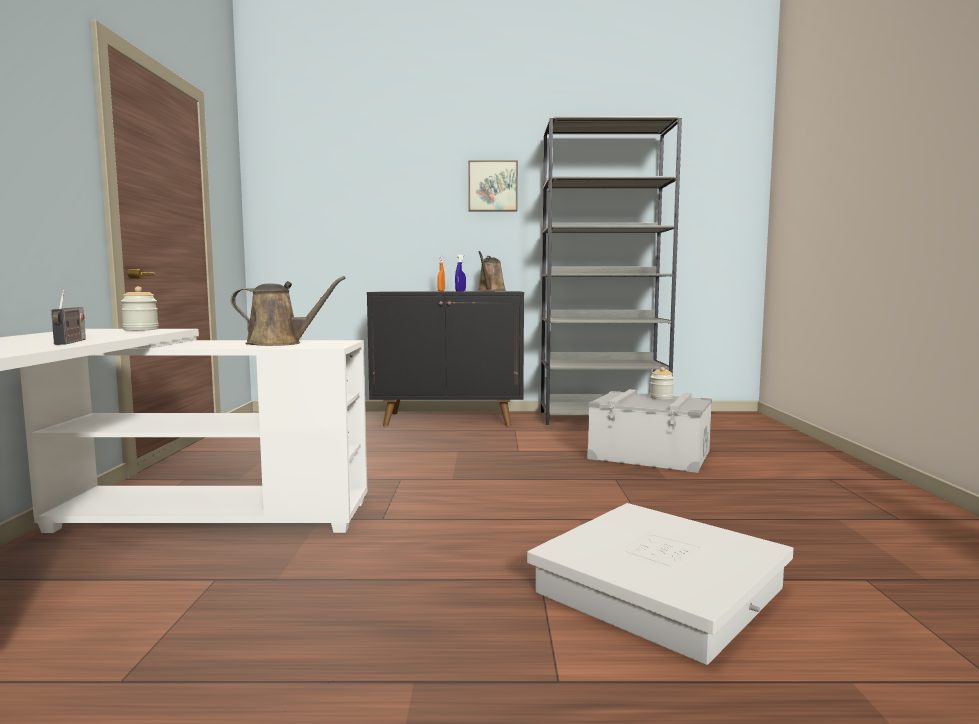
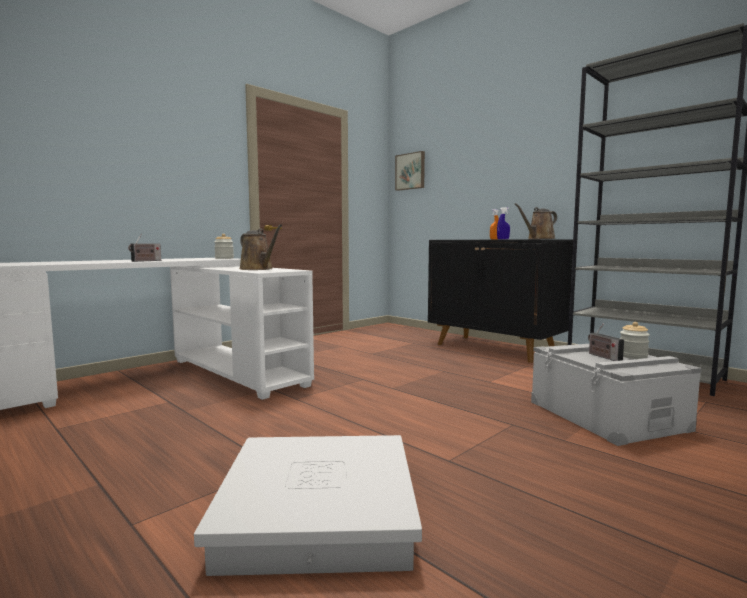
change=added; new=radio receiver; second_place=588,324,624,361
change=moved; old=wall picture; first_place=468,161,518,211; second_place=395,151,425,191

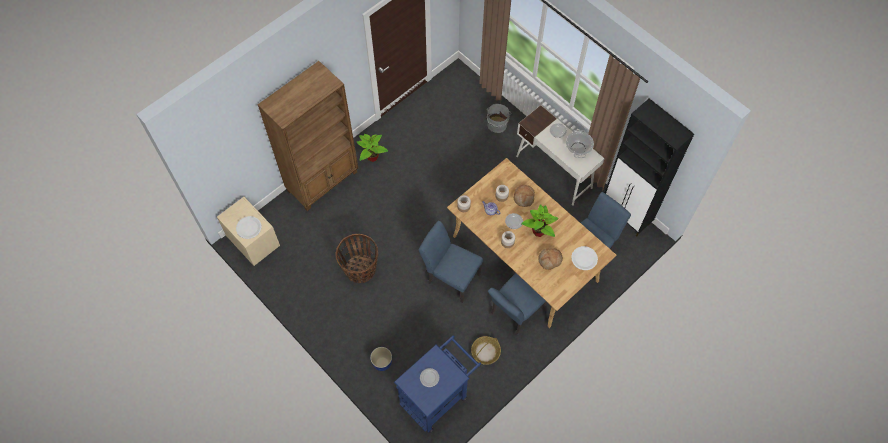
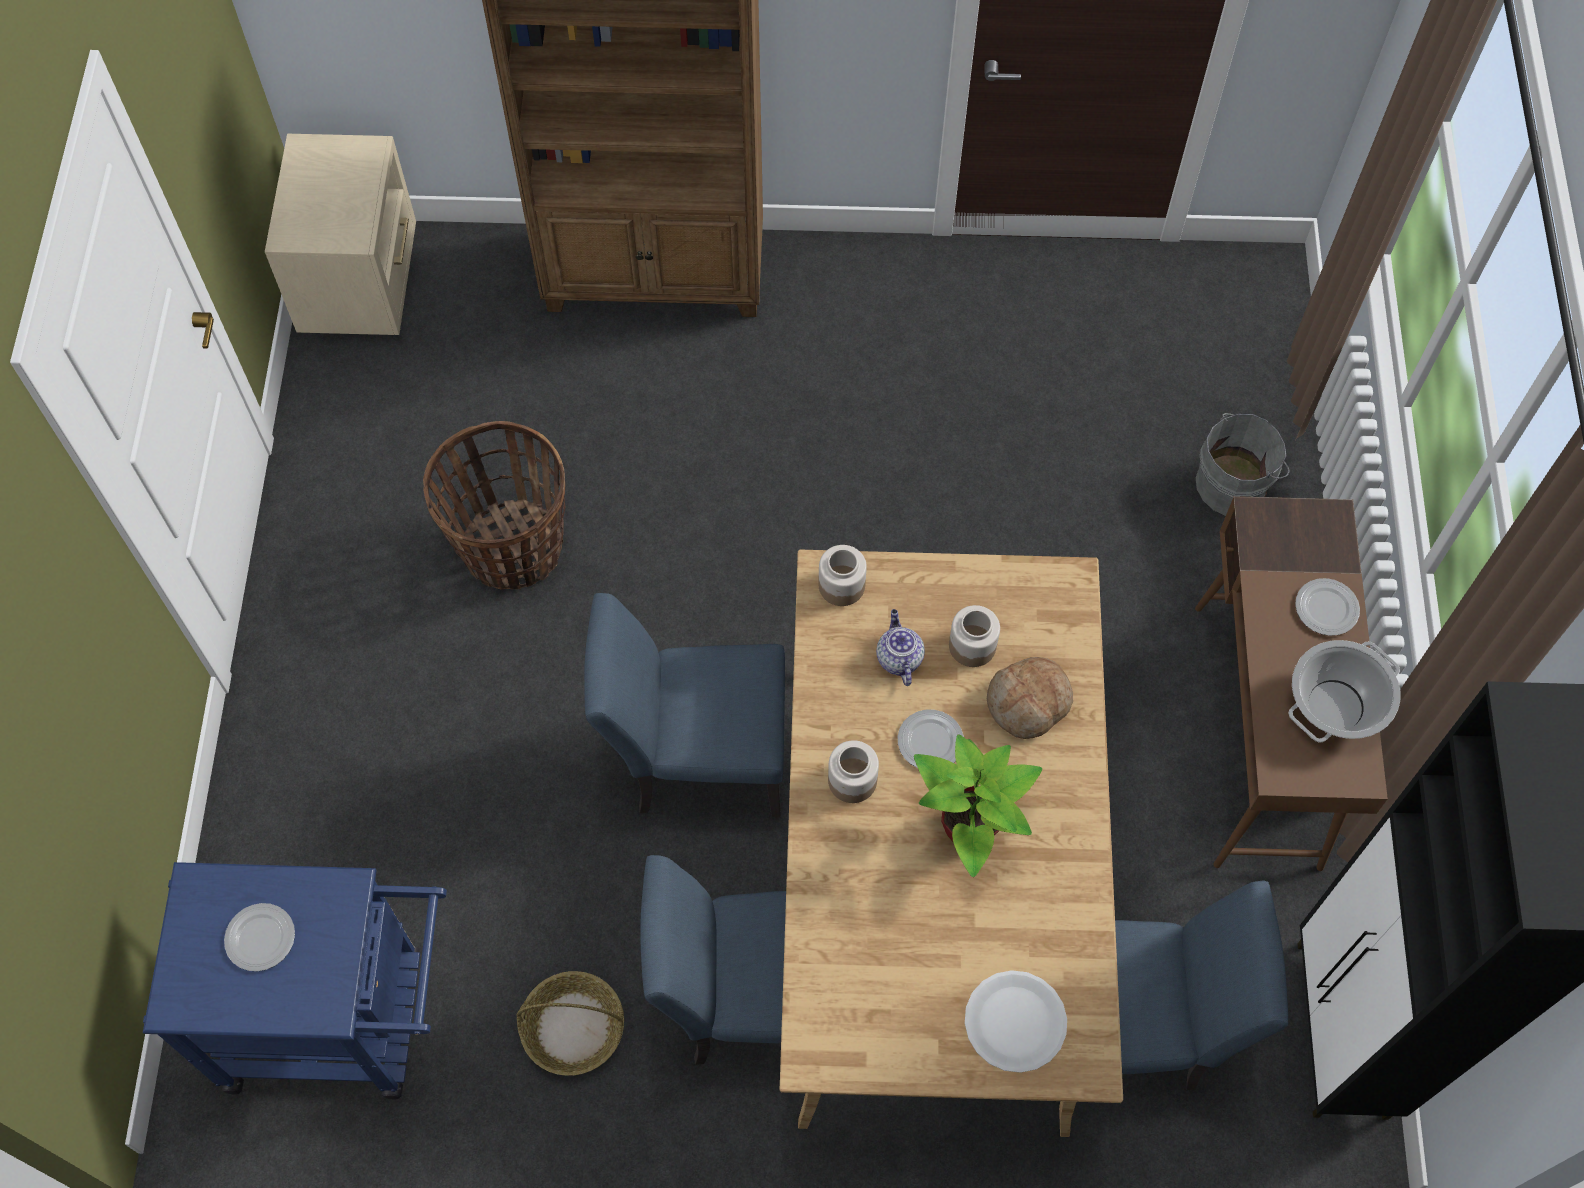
change=removed; old=white-coloured flat dish; first_place=236,216,262,239
change=removed; old=plant in a pot; first_place=357,134,388,162
change=removed; old=flower pot; first_place=370,347,392,371
change=removed; old=bakery bread; first_place=538,248,563,270
change=recoloured; old=white-coloured desk; new=brown desk; first_place=516,105,605,206; second_place=1195,496,1388,871
change=turned; old=blue-coloured upright chair; first_place=419,221,483,303; second_place=584,593,785,818; degrees=-75

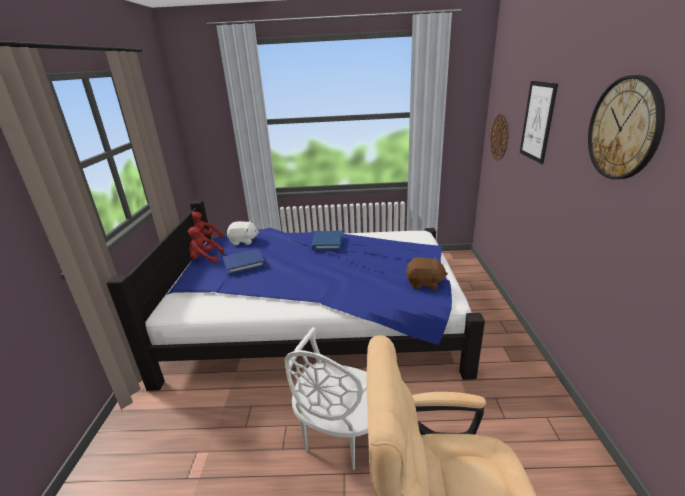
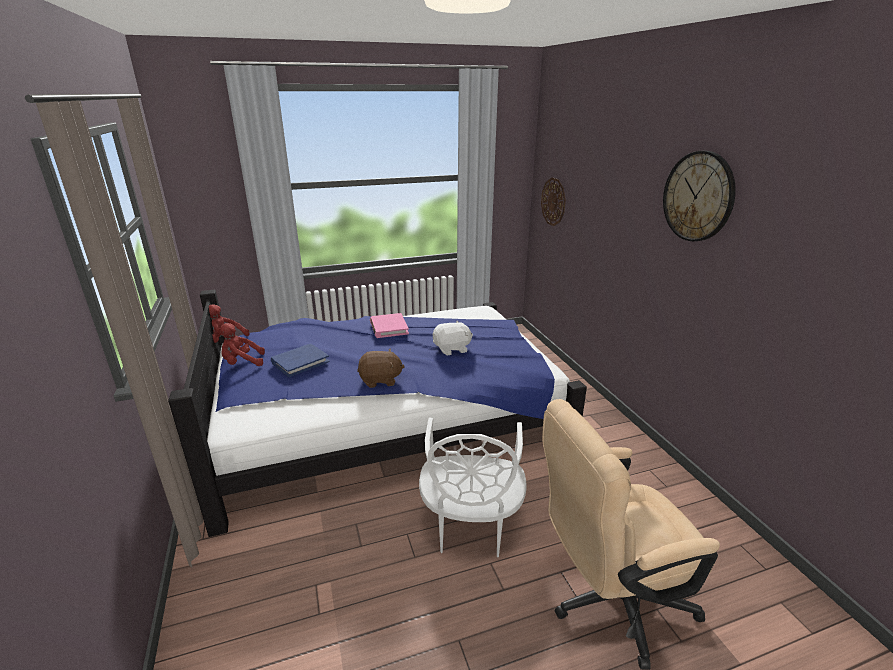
change=removed; old=wall picture; first_place=520,81,558,164
change=moved; old=white-coloured plush toy; first_place=227,220,259,245; second_place=433,321,473,356
change=moved; old=brown plush toy; first_place=405,257,448,290; second_place=357,349,405,388
change=recoloured; old=blue-coloured volume; new=pinkish volume; first_place=311,231,342,250; second_place=370,313,409,338

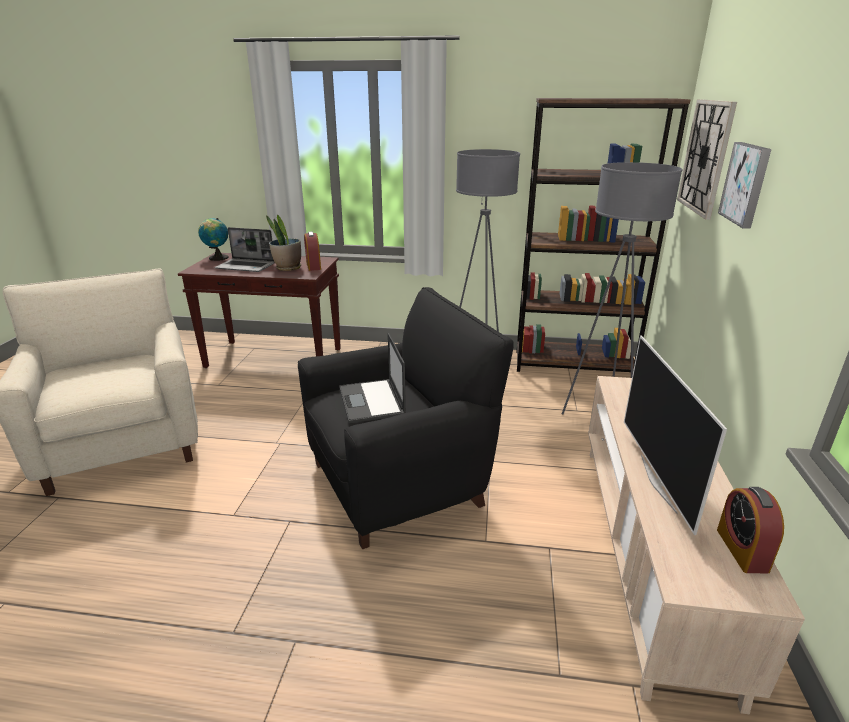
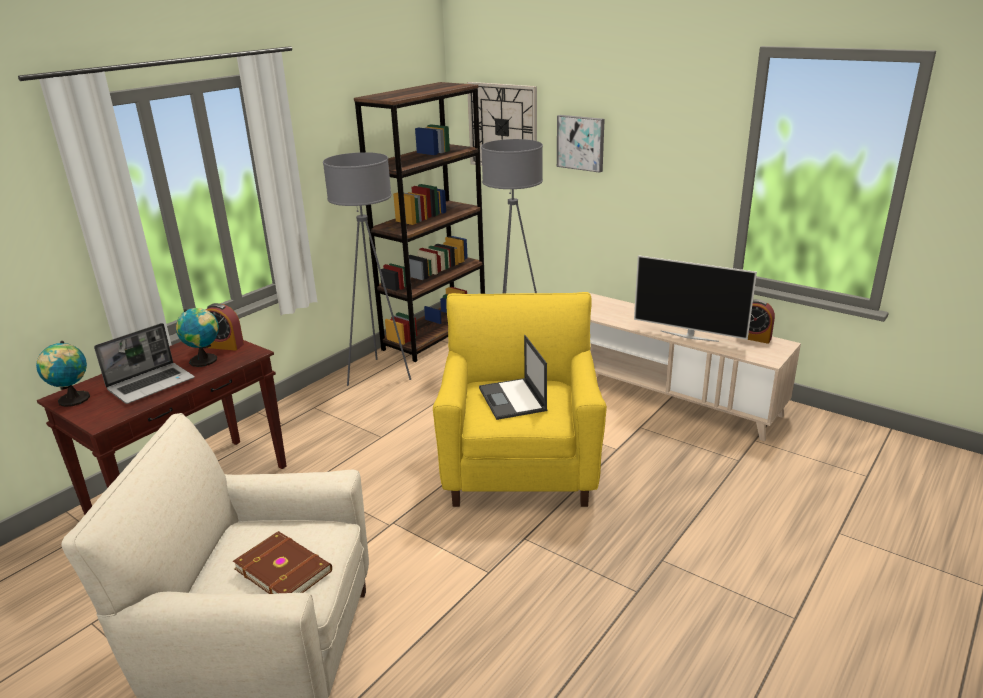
change=added; new=brown volume; second_place=233,531,332,594
change=replaced; old=plant in a pot; new=desk globe; first_place=266,215,301,271; second_place=176,308,219,367
change=recoloured; old=black lounge chair; new=yellow lounge chair; first_place=298,287,514,549; second_place=433,292,607,507
change=turned; old=notebook computer; first_place=339,333,406,423; second_place=479,335,548,420; degrees=60

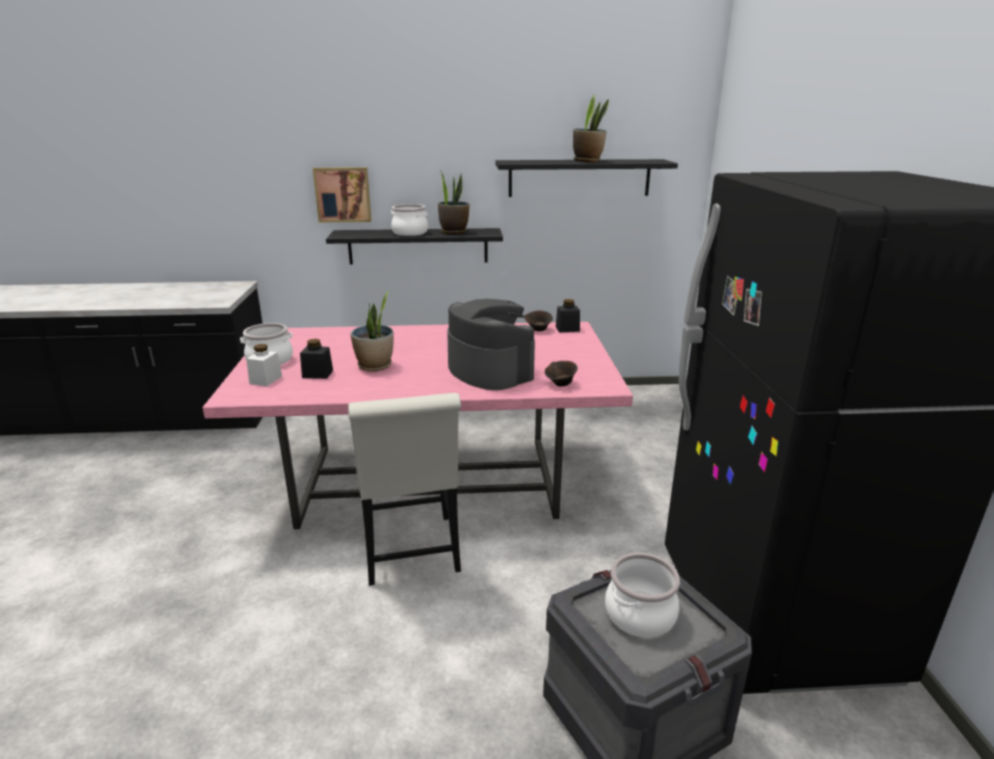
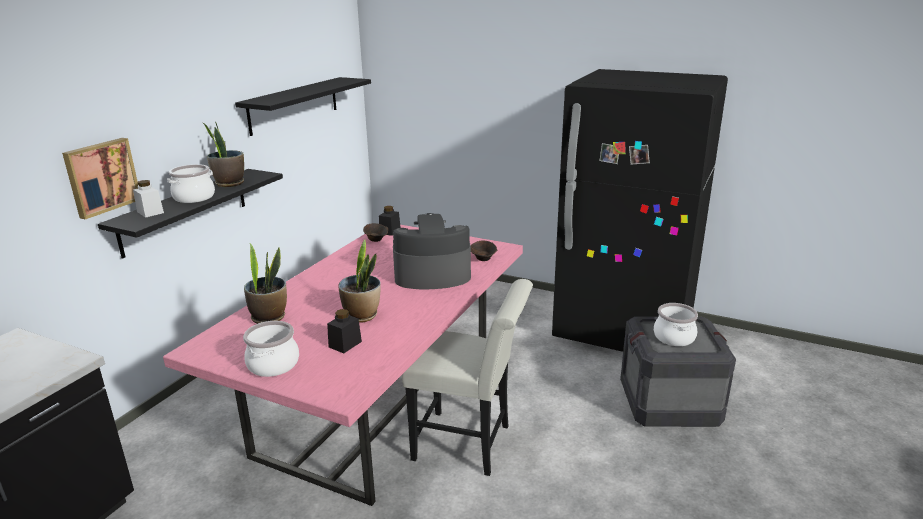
change=moved; old=white-coloured jar; first_place=246,344,282,386; second_place=133,180,164,218
change=moved; old=plant in a pot; first_place=573,95,609,162; second_place=244,243,287,324

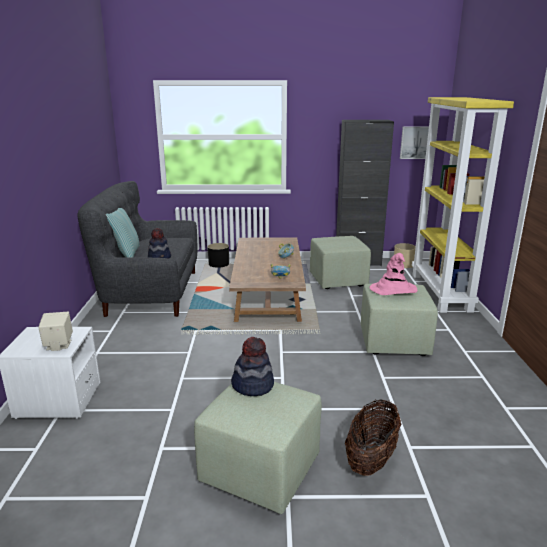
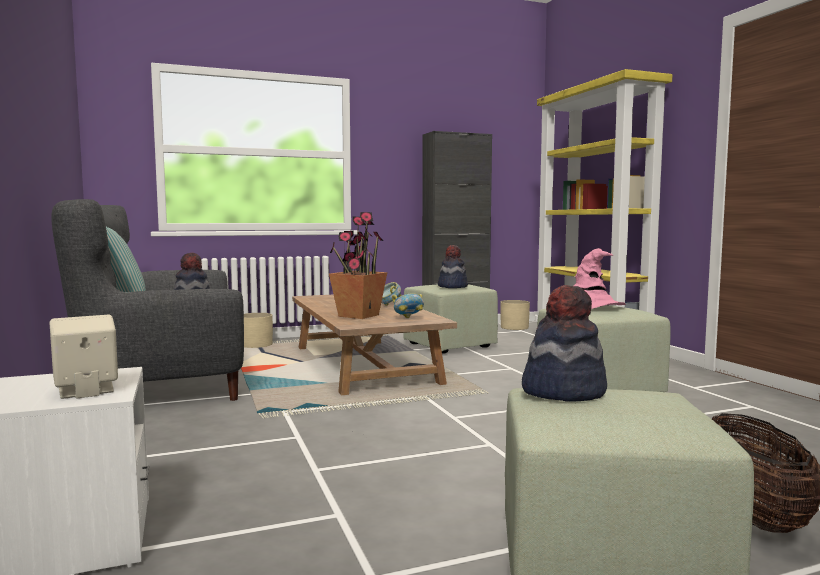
change=removed; old=wall picture; first_place=400,127,429,159
change=added; new=plant in a pot; second_place=329,212,388,319
change=added; new=clothing hat; second_place=438,245,468,288
change=recoloured; old=black flower pot; new=beige-coloured flower pot; first_place=208,243,229,268; second_place=244,313,273,348

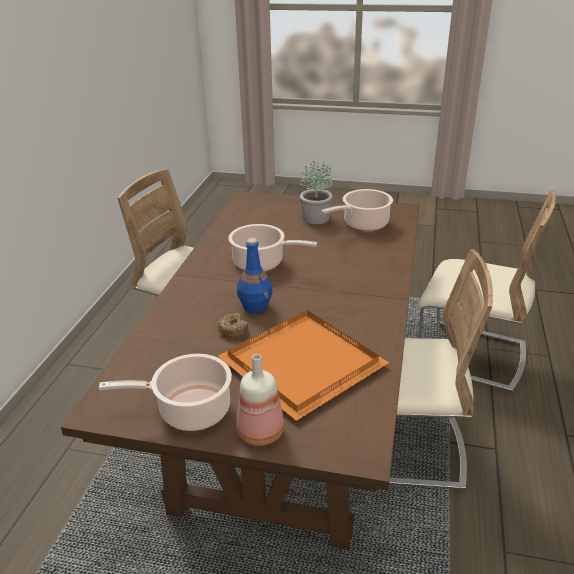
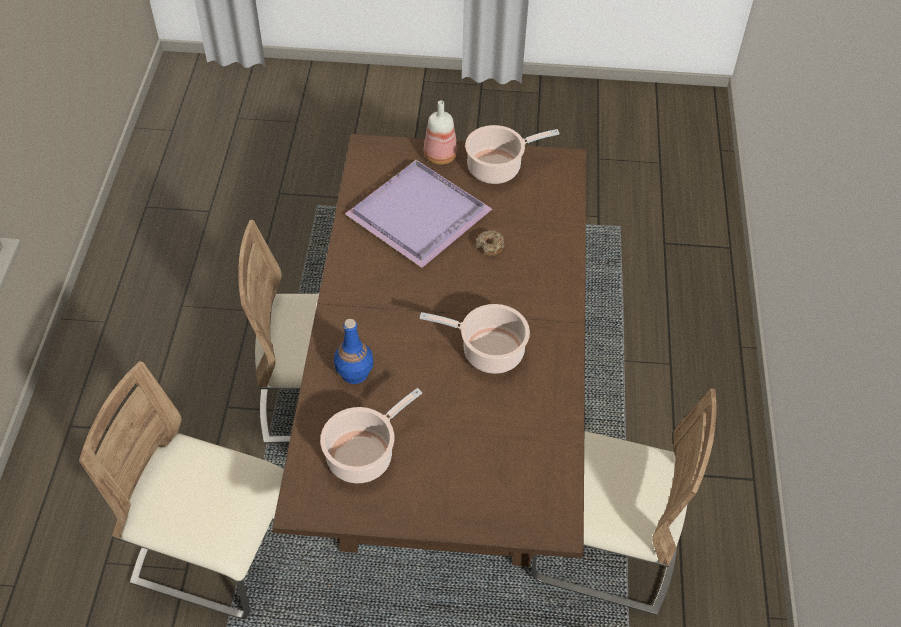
change=removed; old=plant in a pot; first_place=300,161,333,224
change=moved; old=blue-coloured beverage bottle; first_place=237,238,272,313; second_place=334,319,374,384
change=recoloured; old=orangey tray; new=purple tray; first_place=218,310,389,421; second_place=345,160,492,268

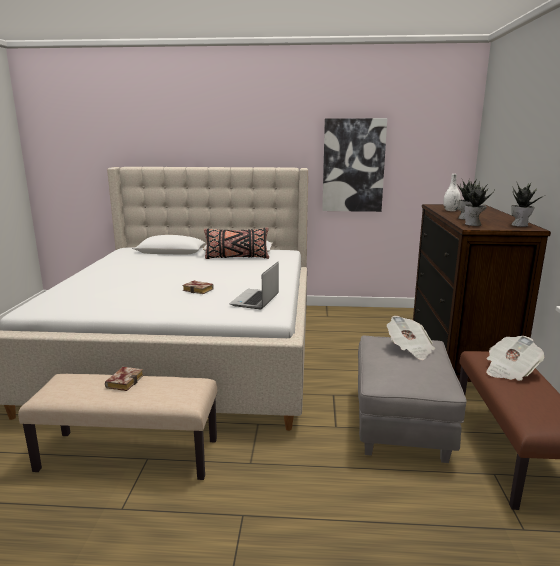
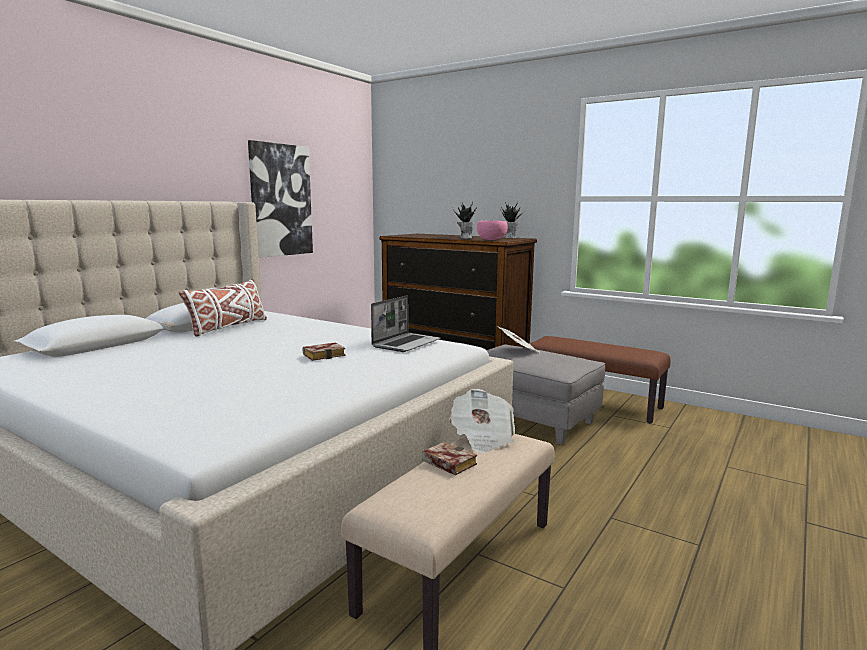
change=removed; old=white-coloured vase; first_place=443,174,461,211
change=moved; old=daily paper; first_place=486,336,544,381; second_place=450,389,515,453
change=replaced; old=plant in a pot; new=pinkish serving bowl; first_place=465,181,495,226; second_place=477,220,508,240
change=recoloured; old=black throw pillow; new=white-coloured throw pillow; first_place=204,227,269,259; second_place=179,279,267,337
change=turned; old=notebook computer; first_place=229,262,279,309; second_place=371,295,441,352; degrees=-105

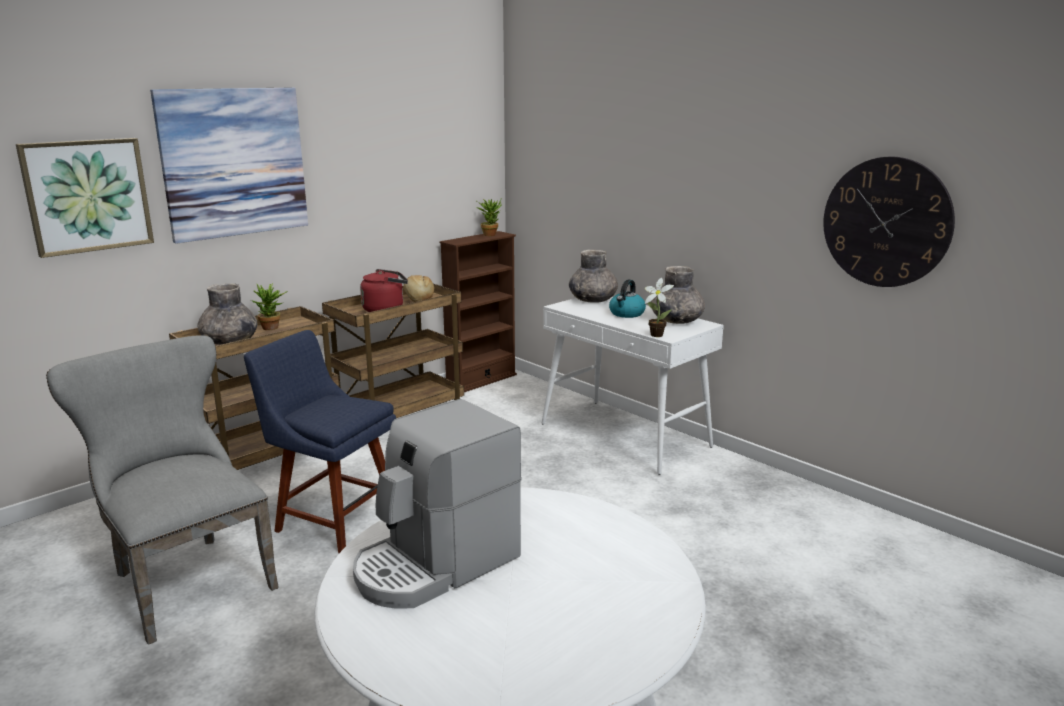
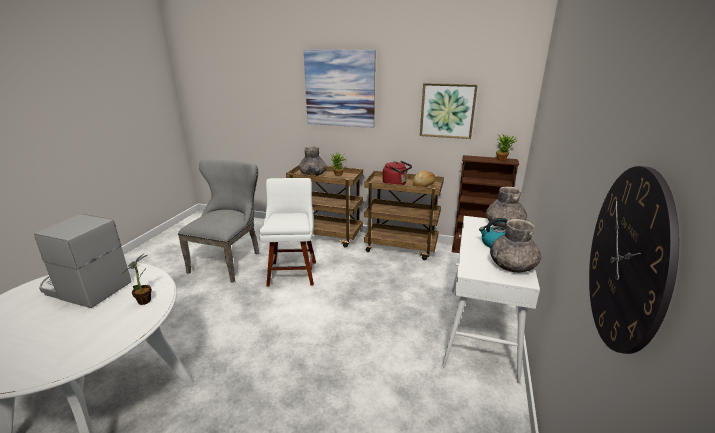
change=moved; old=wall picture; first_place=16,138,154,258; second_place=420,83,478,139
change=moved; old=plant in a pot; first_place=645,277,674,337; second_place=120,254,152,305
change=recoloured; old=blue-coloured upright chair; new=white-coloured upright chair; first_place=244,330,396,553; second_place=259,178,316,287

